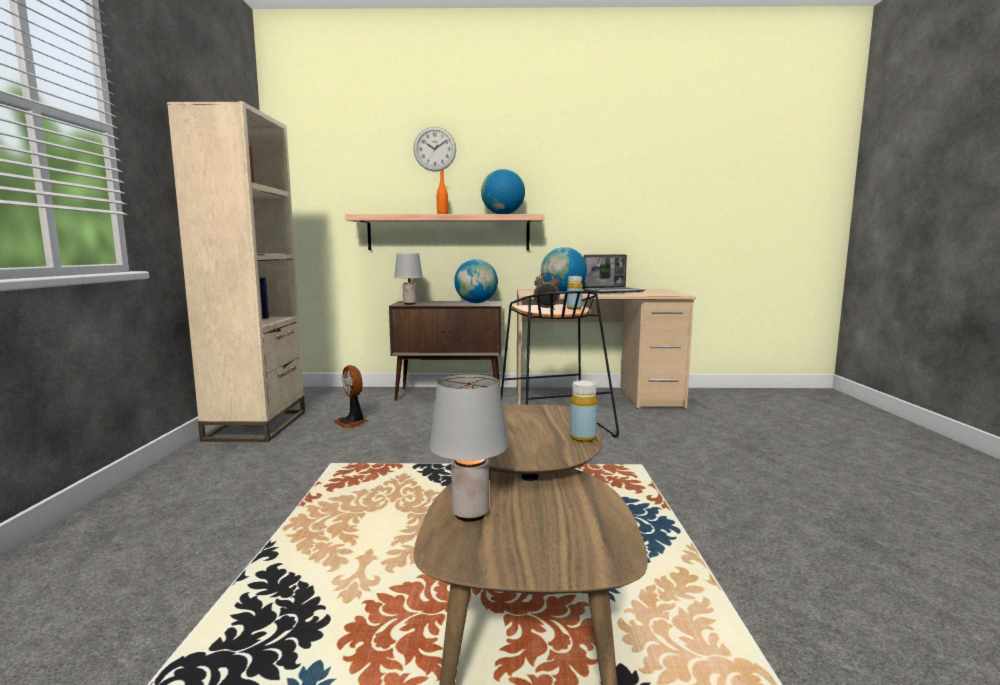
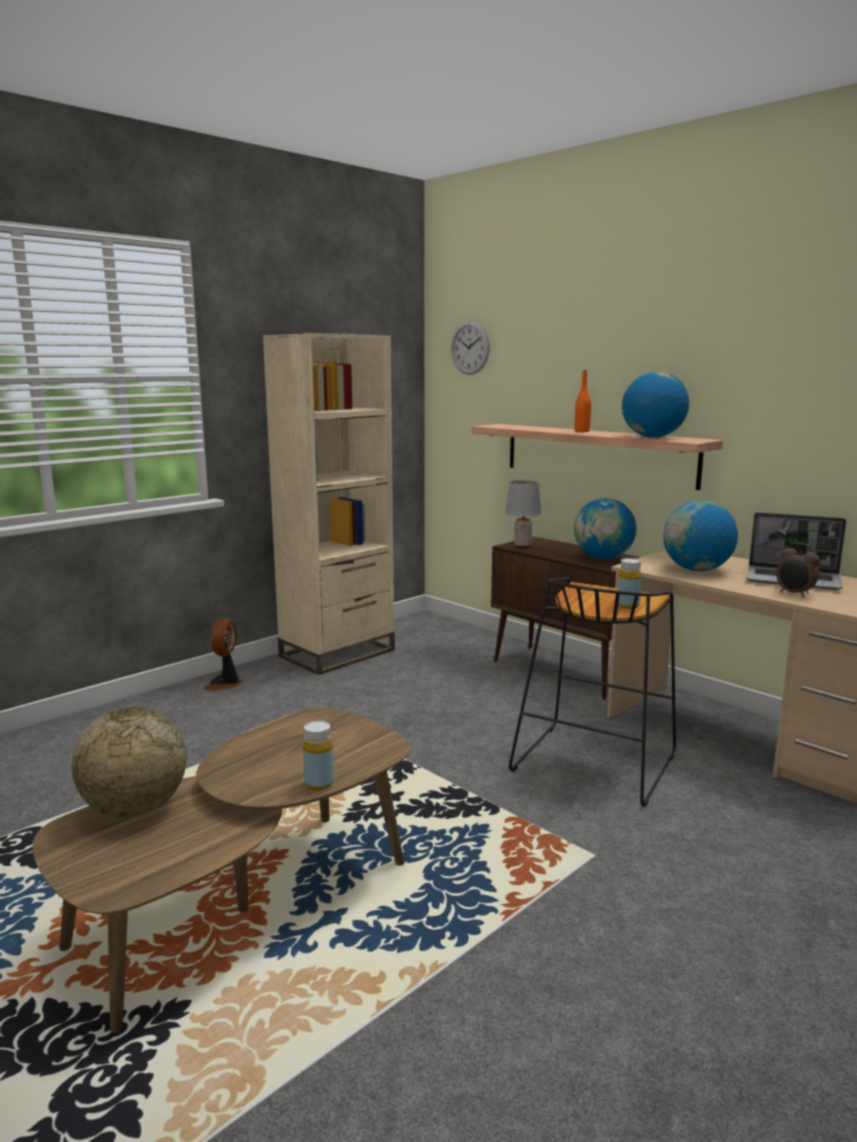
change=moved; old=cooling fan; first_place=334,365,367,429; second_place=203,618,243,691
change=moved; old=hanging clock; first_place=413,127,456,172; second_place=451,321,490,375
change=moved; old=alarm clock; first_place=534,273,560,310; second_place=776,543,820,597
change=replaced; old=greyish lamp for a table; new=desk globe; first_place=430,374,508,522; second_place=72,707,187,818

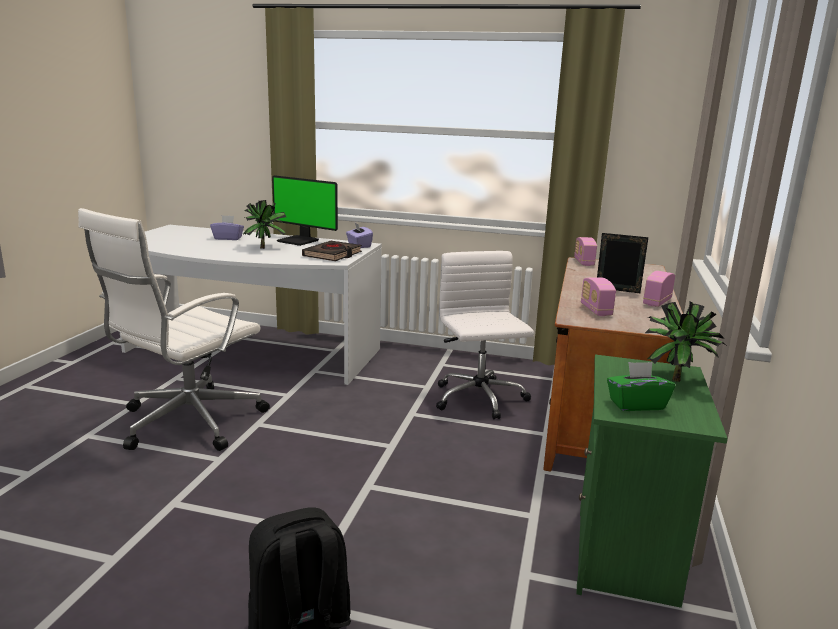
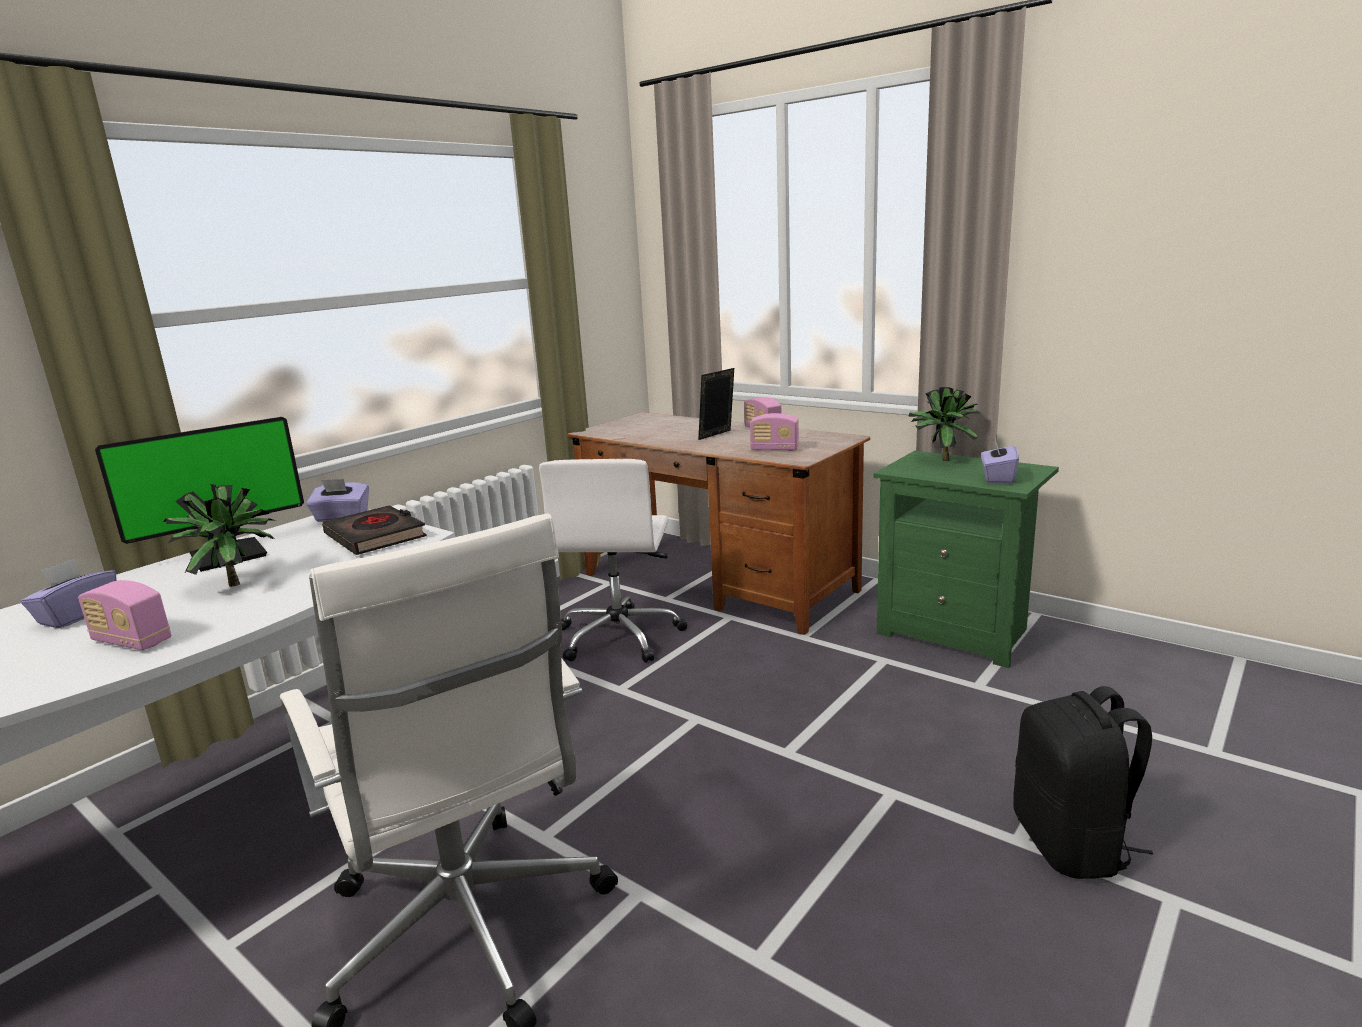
change=moved; old=radio receiver; first_place=574,237,597,266; second_place=78,580,171,650
change=recoloured; old=green-coloured tissue box; new=purple tissue box; first_place=607,362,675,411; second_place=981,438,1019,484
change=turned; old=white-coloured office chair; first_place=436,251,534,419; second_place=539,459,688,663; degrees=-90

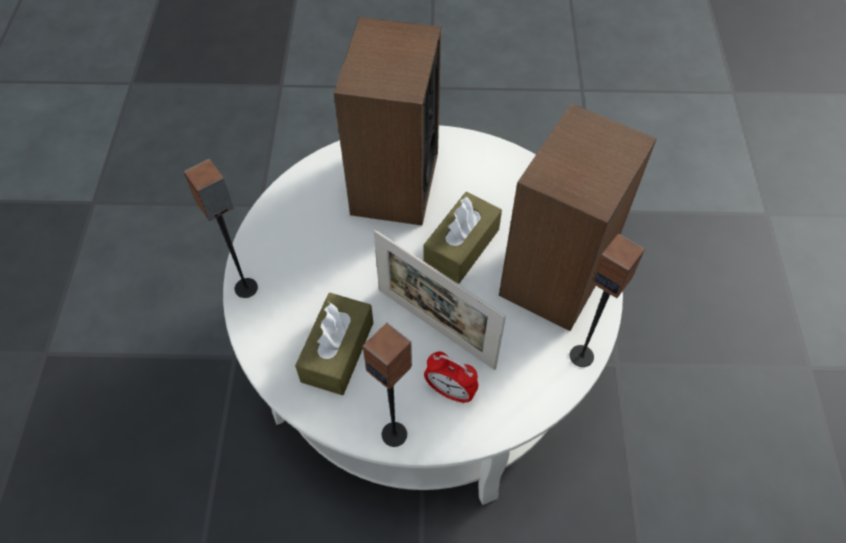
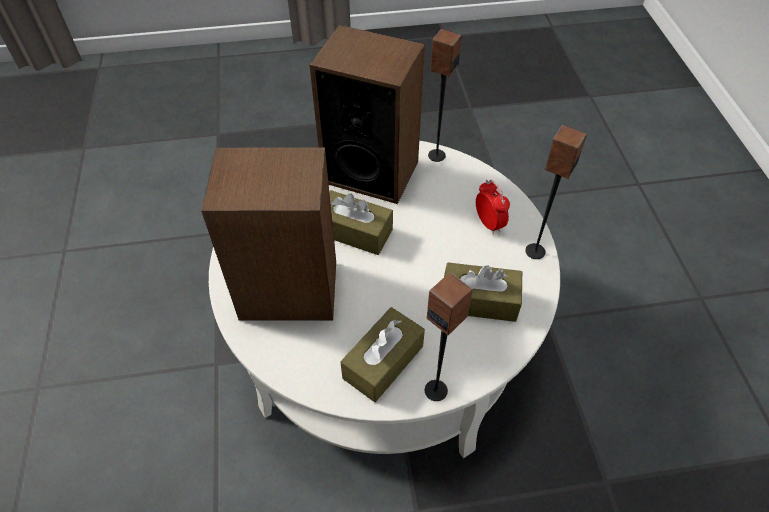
change=removed; old=photo frame; first_place=374,230,506,370
change=added; new=brown tissue box; second_place=340,307,425,402
change=turned; old=alarm clock; first_place=424,352,478,404; second_place=476,180,510,234; degrees=-45

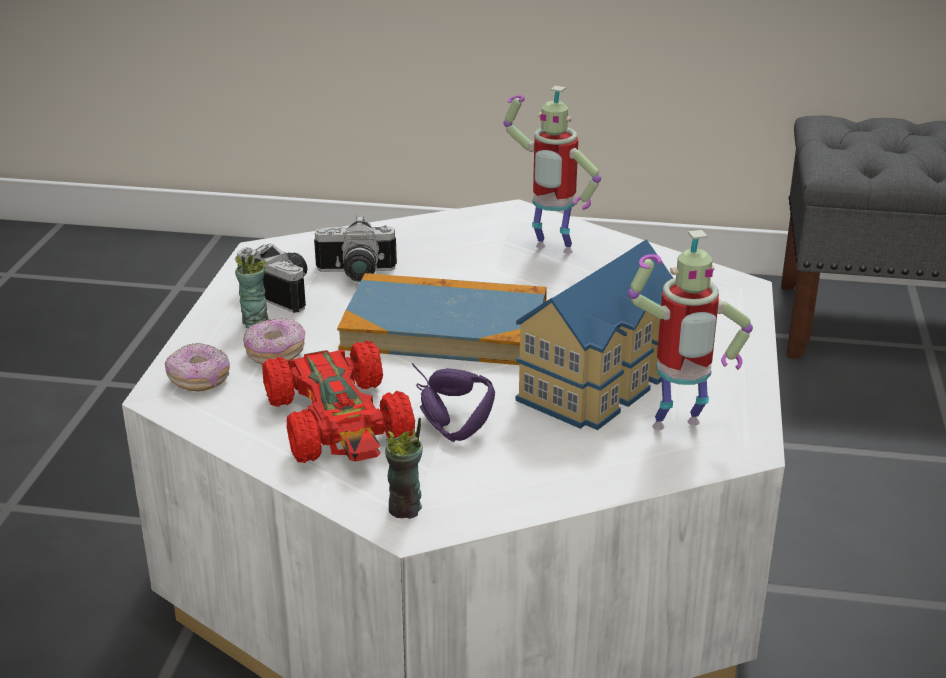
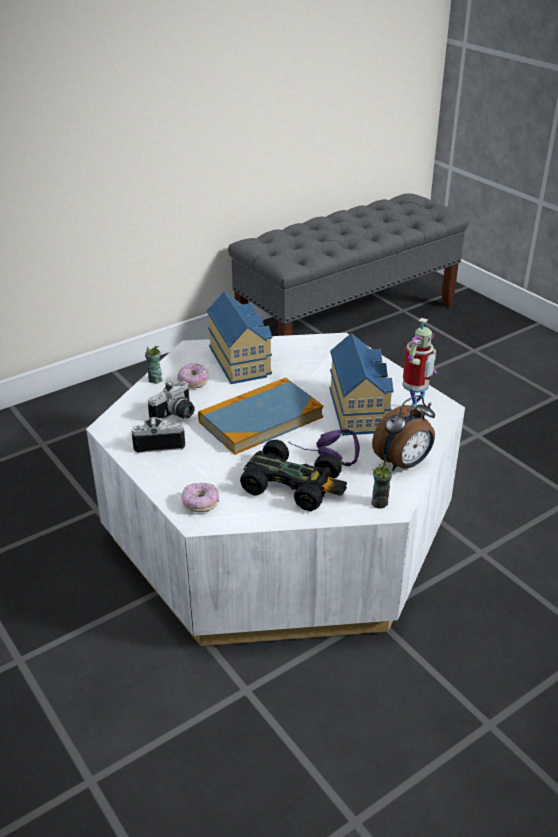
change=added; new=alarm clock; second_place=372,395,435,471
change=moved; old=drinking cup; first_place=235,255,269,329; second_place=145,346,163,384
change=moved; old=doughnut; first_place=243,318,305,365; second_place=177,363,209,388
change=replaced; old=toy robot; new=toy house; first_place=503,86,601,254; second_place=207,292,272,384
change=recoloured; old=reddish toy car; new=black toy car; first_place=262,341,415,463; second_place=240,440,347,511

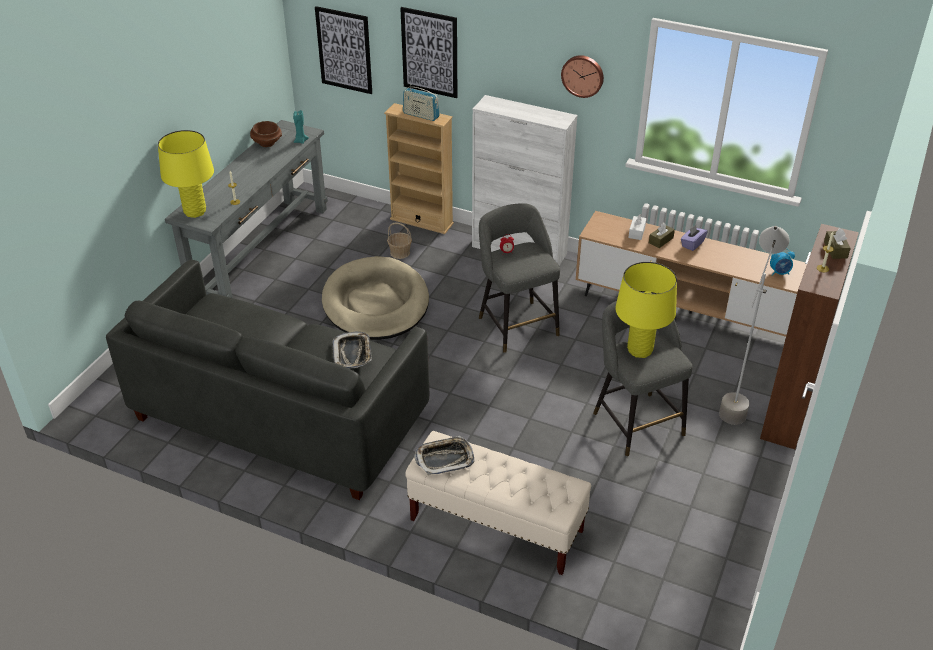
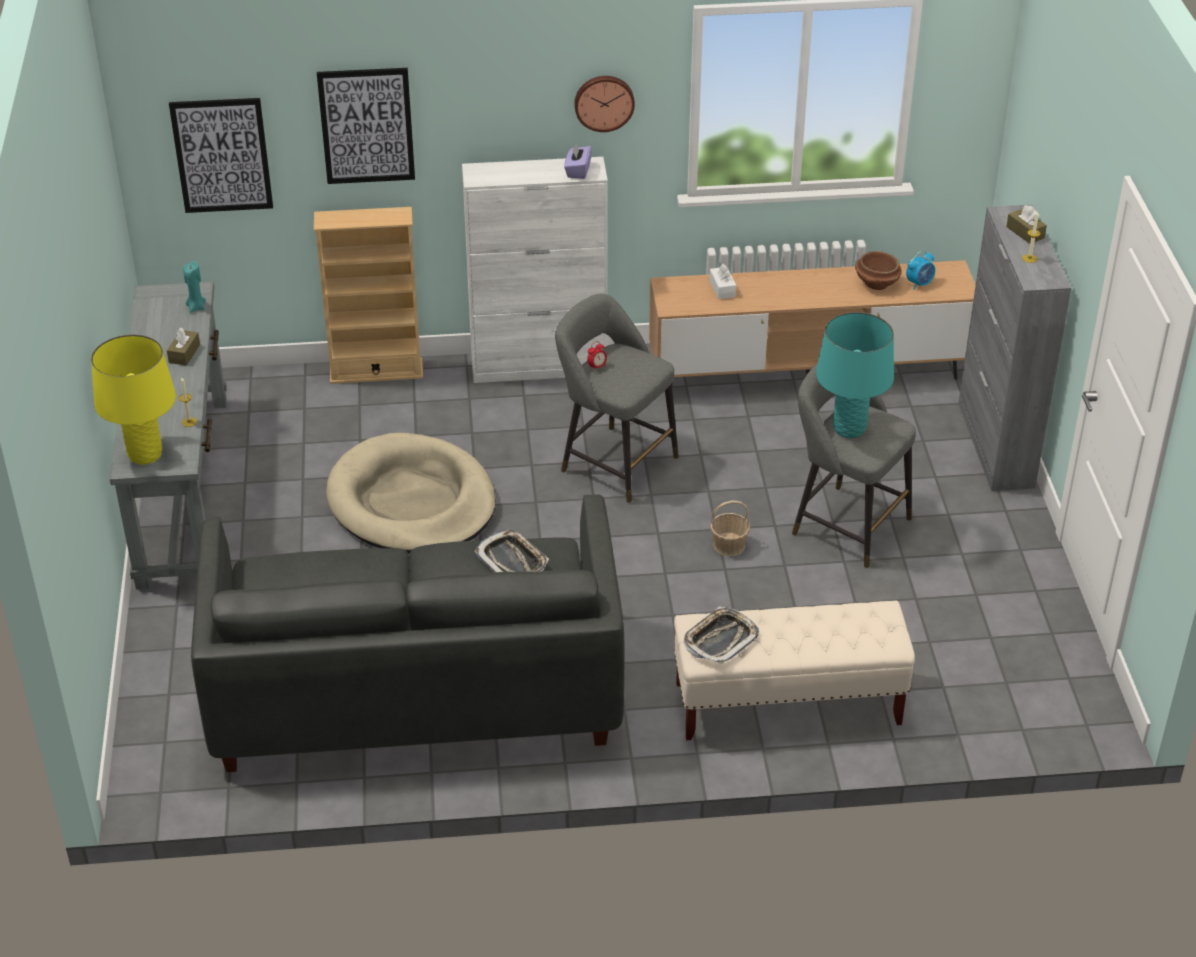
change=removed; old=radio receiver; first_place=403,84,440,121
change=removed; old=greyish standing lamp; first_place=719,226,789,425
change=moved; old=brown serving bowl; first_place=250,121,282,147; second_place=855,251,902,290
change=moved; old=basket; first_place=387,222,412,259; second_place=710,501,750,556
change=moved; old=brown tissue box; first_place=649,223,675,248; second_place=167,328,200,366
change=moved; old=purple tissue box; first_place=681,225,708,251; second_place=564,143,592,179
change=recoloured; old=yellow lamp for a table; new=turquoise lamp for a table; first_place=615,262,677,358; second_place=816,312,894,439
change=recoloured; old=brown cupboard; new=greyish cupboard; first_place=760,224,859,449; second_place=958,204,1071,491

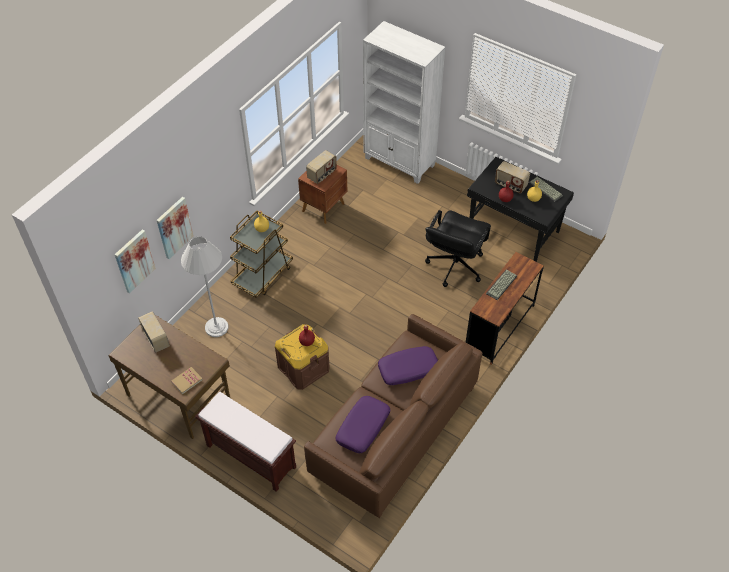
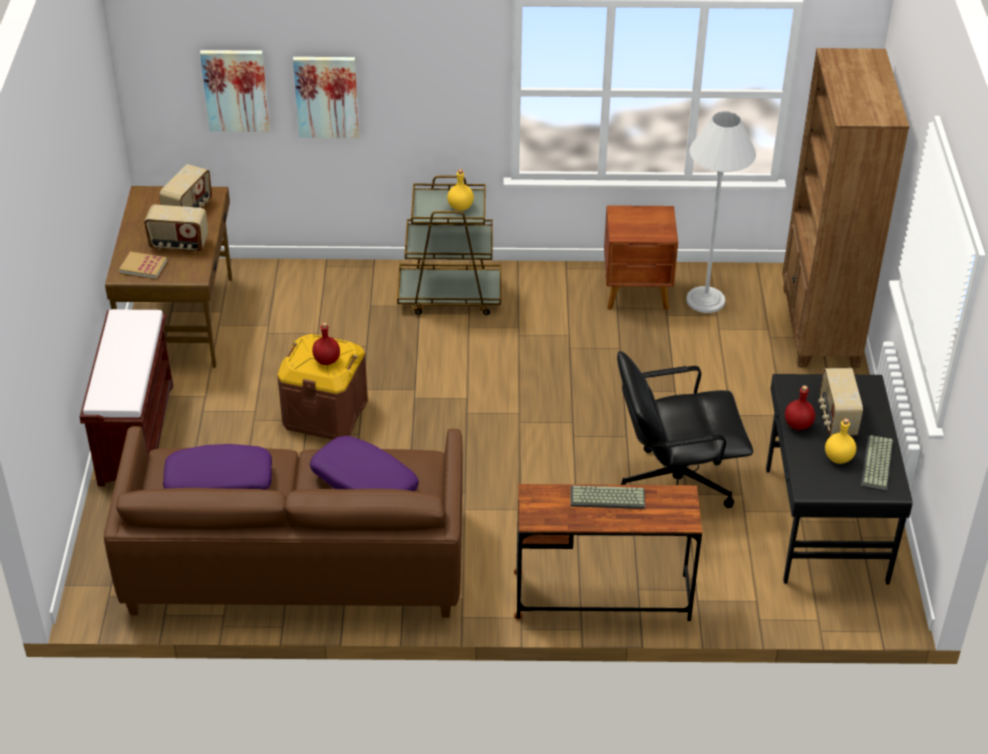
change=moved; old=white-coloured standing lamp; first_place=181,236,228,337; second_place=686,111,756,313
change=moved; old=radio receiver; first_place=306,150,337,184; second_place=144,204,208,252
change=recoloured; old=white-coloured bookshelf; new=brown bookshelf; first_place=363,21,445,184; second_place=782,48,909,368

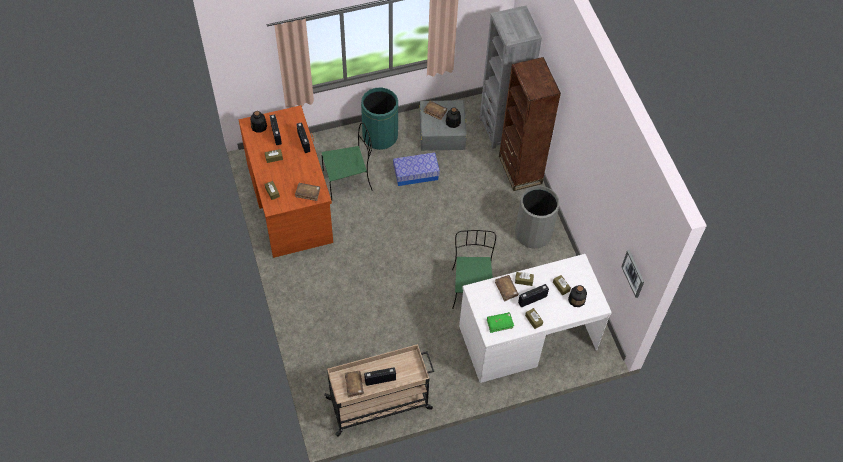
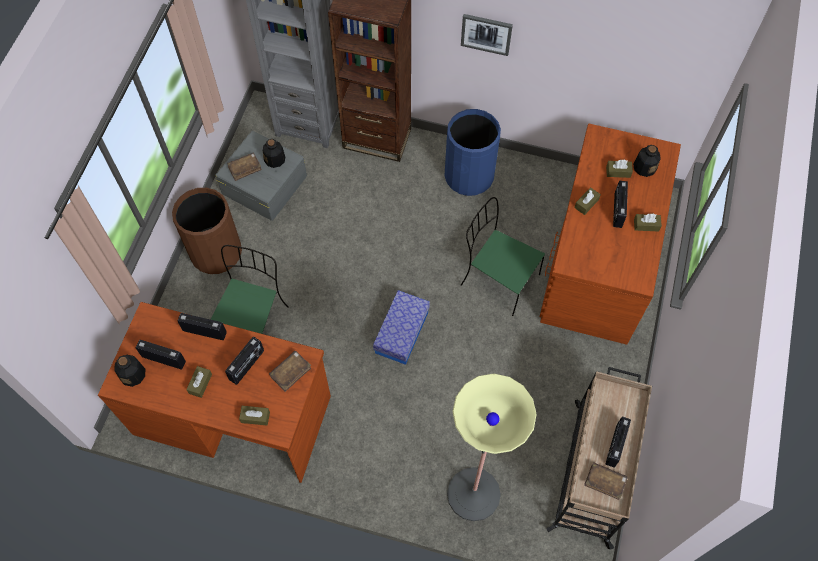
change=removed; old=green-coloured volume; first_place=487,312,514,333
change=removed; old=brown volume; first_place=495,275,519,302
change=added; new=radio receiver; second_place=225,337,264,385
change=added; new=standing lamp; second_place=447,374,537,521
change=moved; old=storage container; first_place=393,152,440,186; second_place=373,290,430,365
change=moved; old=wall picture; first_place=621,250,644,298; second_place=461,14,513,56
change=recoloured; old=green-coloured trash can; new=brown trash can; first_place=361,87,398,150; second_place=172,188,242,274
change=recoloured; old=white-coloured desk; new=brown desk; first_place=459,254,612,383; second_place=540,123,681,345
change=recoloured; old=greyish trash can; new=blue-coloured trash can; first_place=515,186,559,249; second_place=444,109,501,196

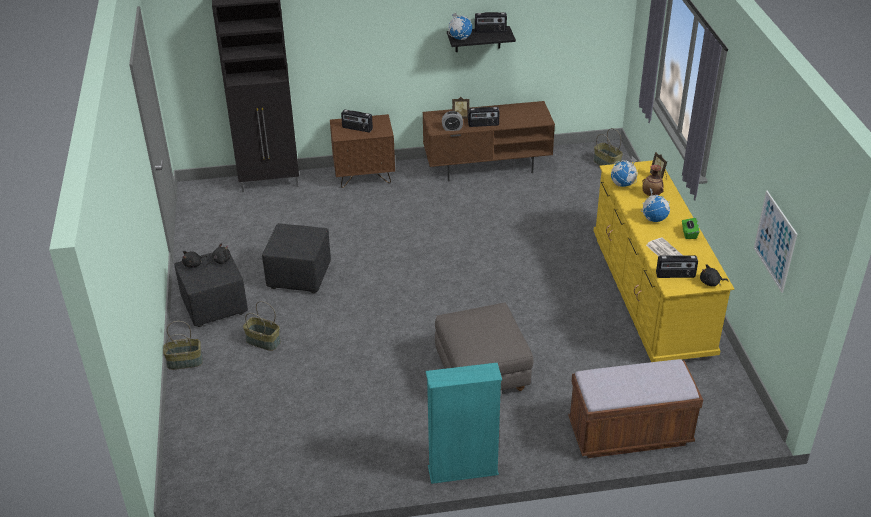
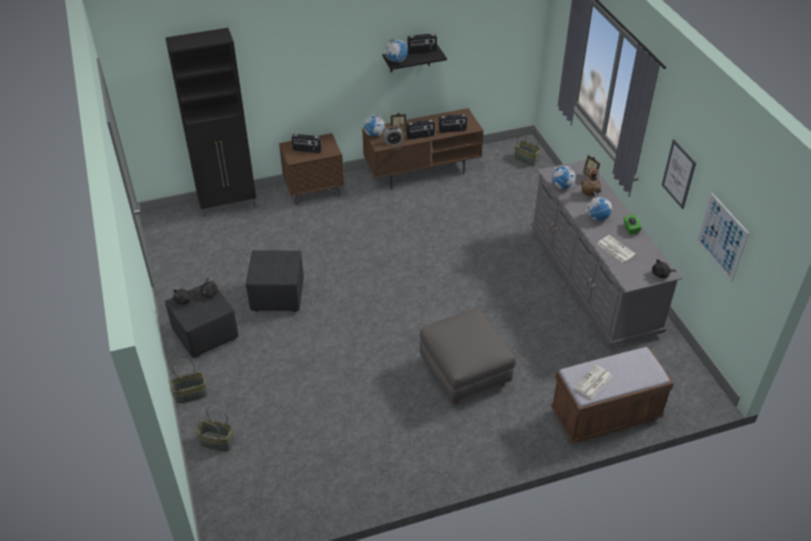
change=removed; old=turquoise bookshelf; first_place=426,363,502,484
change=added; new=desk globe; second_place=364,113,385,136
change=added; new=daily paper; second_place=574,365,612,399
change=added; new=wall picture; second_place=662,139,696,209
change=moved; old=basket; first_place=243,301,281,351; second_place=195,406,234,451
change=moved; old=radio receiver; first_place=656,255,698,278; second_place=439,114,467,133
change=recoloured; old=yellow chest of drawers; new=greyish chest of drawers; first_place=593,160,734,362; second_place=531,160,682,346

